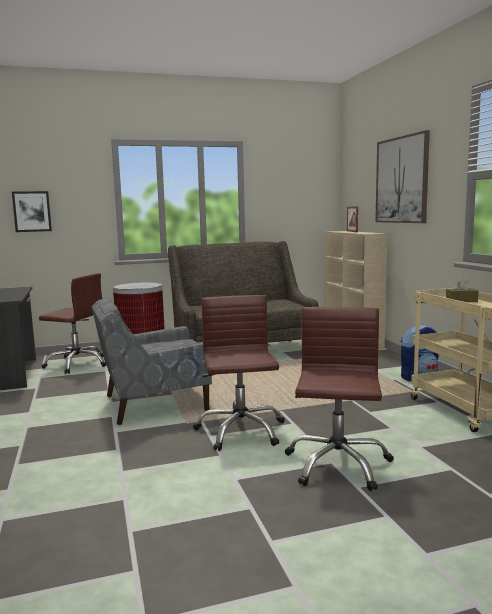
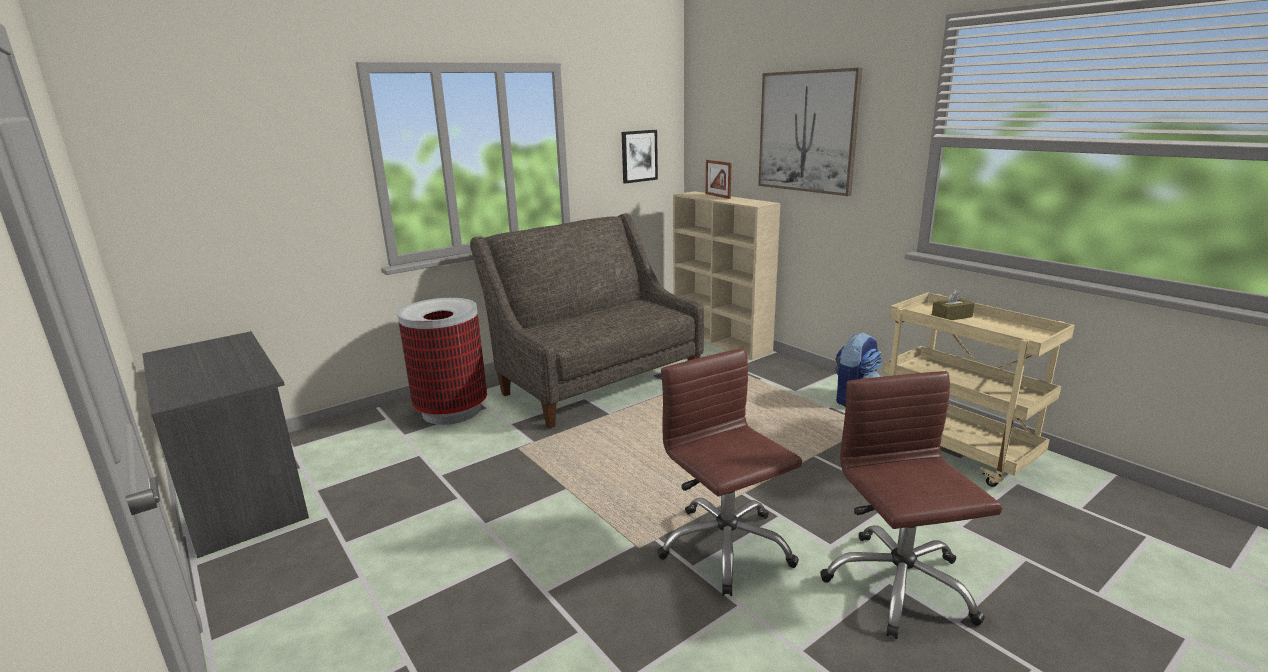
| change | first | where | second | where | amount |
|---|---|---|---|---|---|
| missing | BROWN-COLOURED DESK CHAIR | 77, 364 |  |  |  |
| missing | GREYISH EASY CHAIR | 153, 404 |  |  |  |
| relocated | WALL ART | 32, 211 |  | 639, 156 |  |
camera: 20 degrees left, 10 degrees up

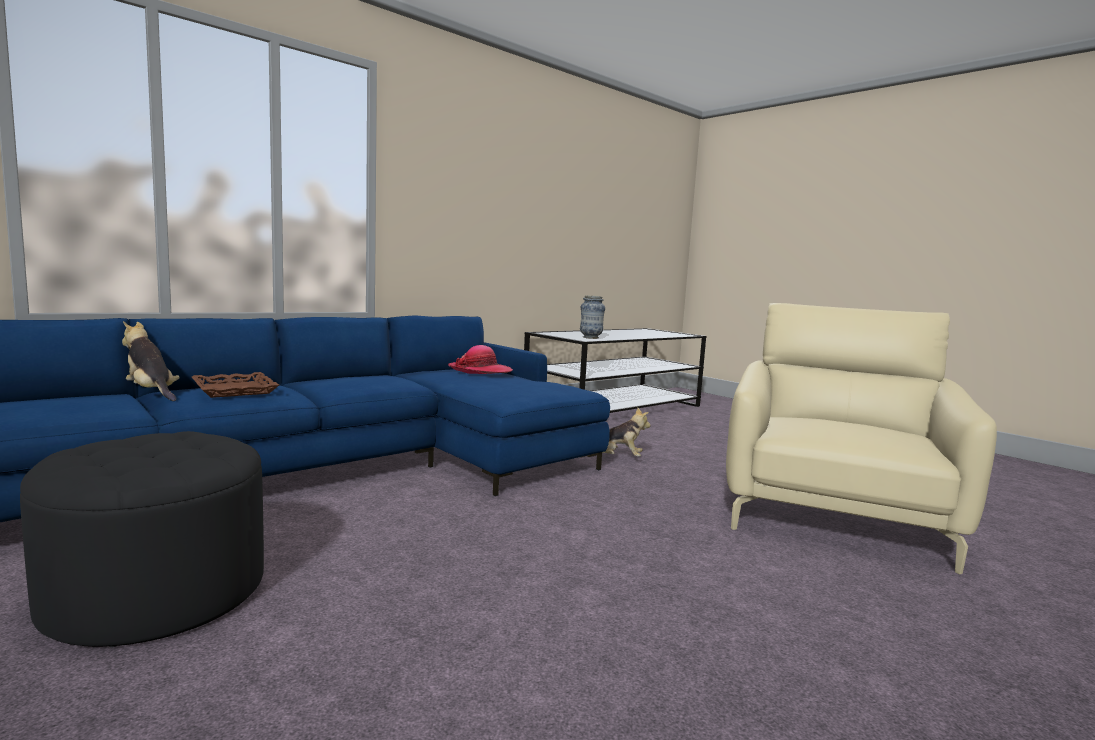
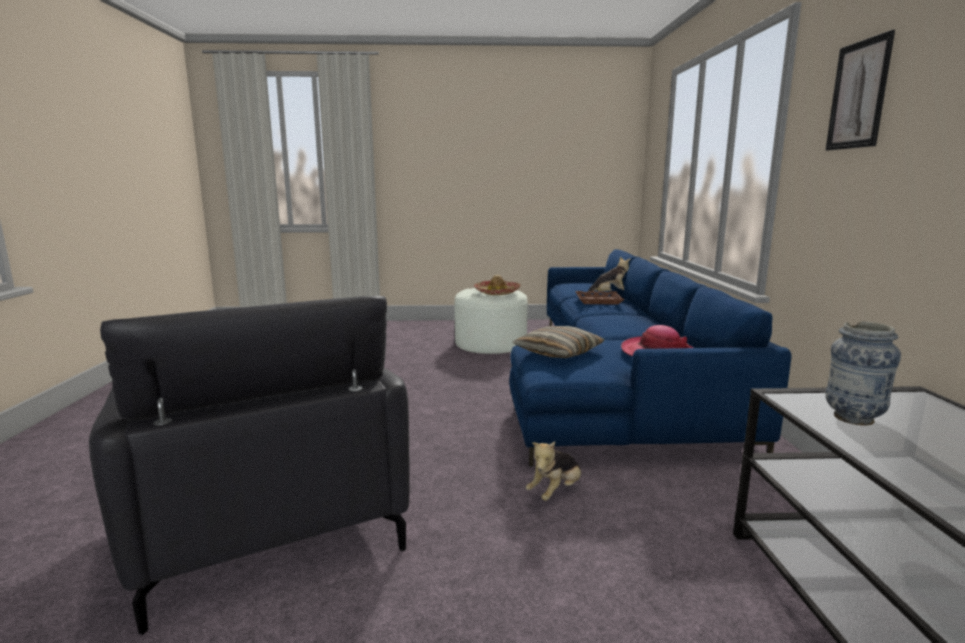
| change | first | where | second | where | amount |
|---|---|---|---|---|---|
| appeared |  |  | HAT | 497, 292 |  |
| appeared |  |  | THROW PILLOW | 558, 352 |  |
| appeared |  |  | WALL ART | 858, 95 |  |
| colour | BLACKISH POUFFE | 157, 593 | WHITE-COLOURED POUFFE | 490, 344 |  |
| colour | SAND-COLOURED EASY CHAIR | 835, 517 | BLACKISH EASY CHAIR | 270, 525 |  |
camera: 130 degrees right, 5 degrees up

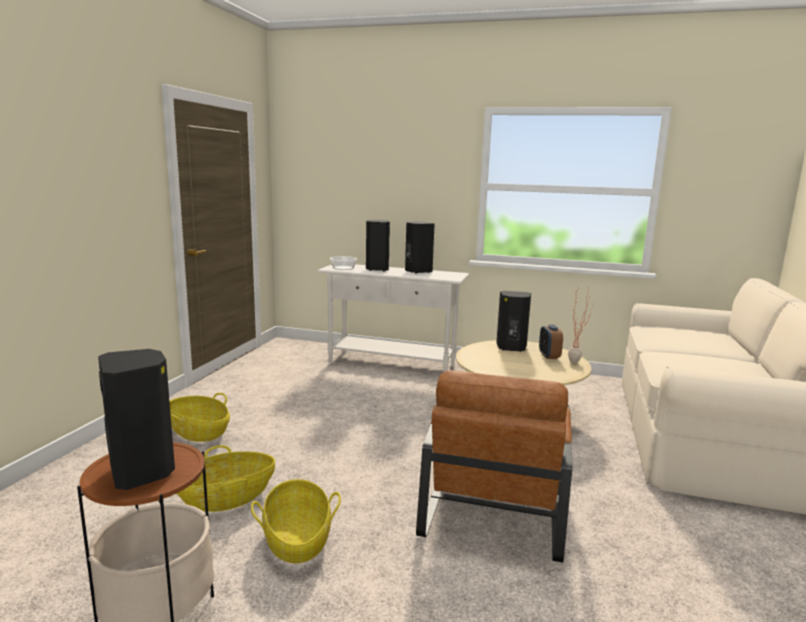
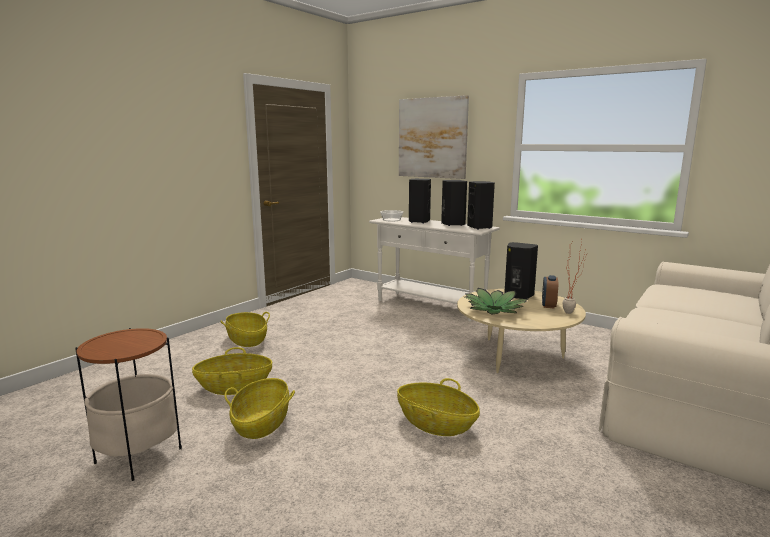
| change | first | where | second | where | amount |
|---|---|---|---|---|---|
| appeared |  |  | WALL ART | 432, 138 |  |
| appeared |  |  | POTTED PLANT | 494, 309 |  |
| relocated | BLACKISH LOUDSPEAKER | 143, 472 |  | 480, 227 |  |
| exchanged | BROWN-COLOURED EASY CHAIR | 494, 503 | HOUSEHOLD BASKET | 436, 424 |  |
camera: 20 degrees right, 0 degrees up

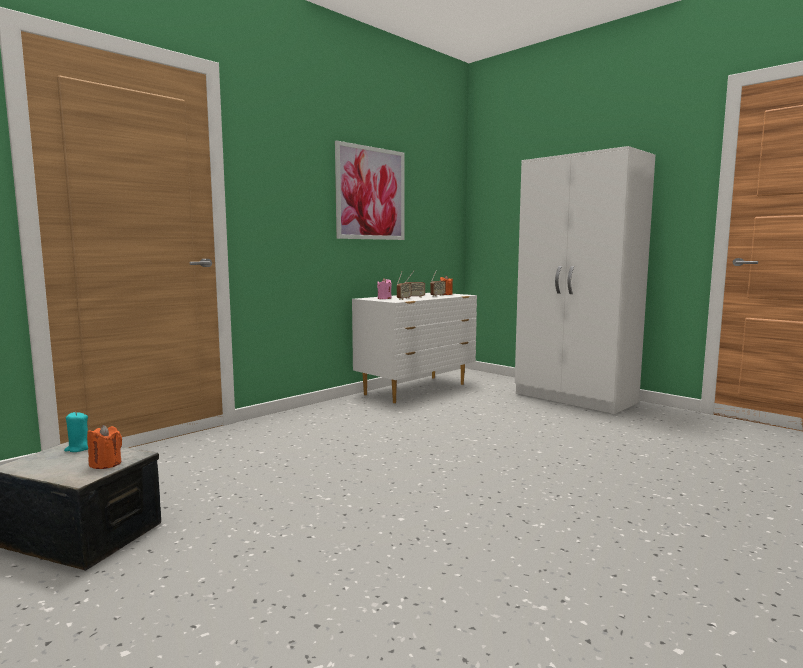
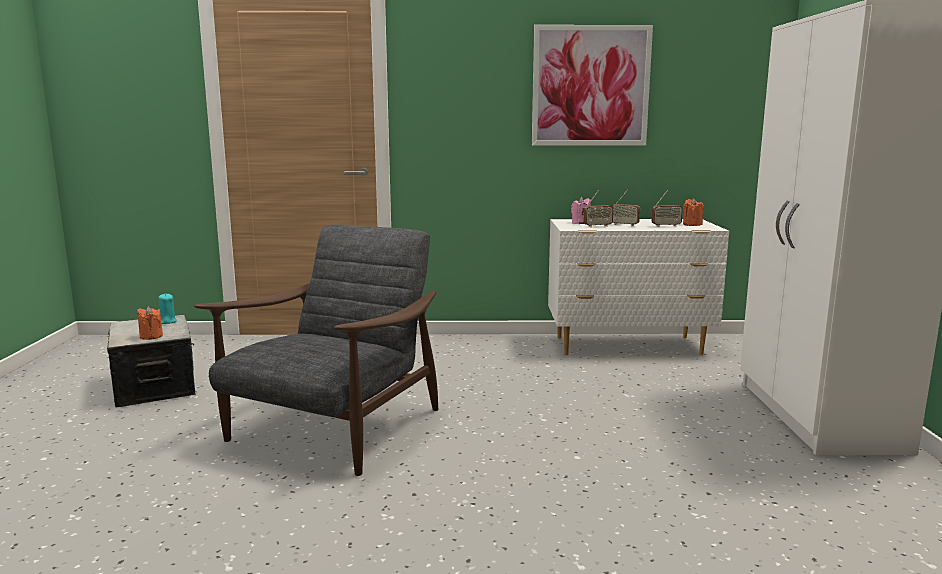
| change | first | where | second | where | amount |
|---|---|---|---|---|---|
| appeared |  |  | GREYISH EASY CHAIR | 334, 428 |  |
camera: 45 degrees right, 5 degrees up

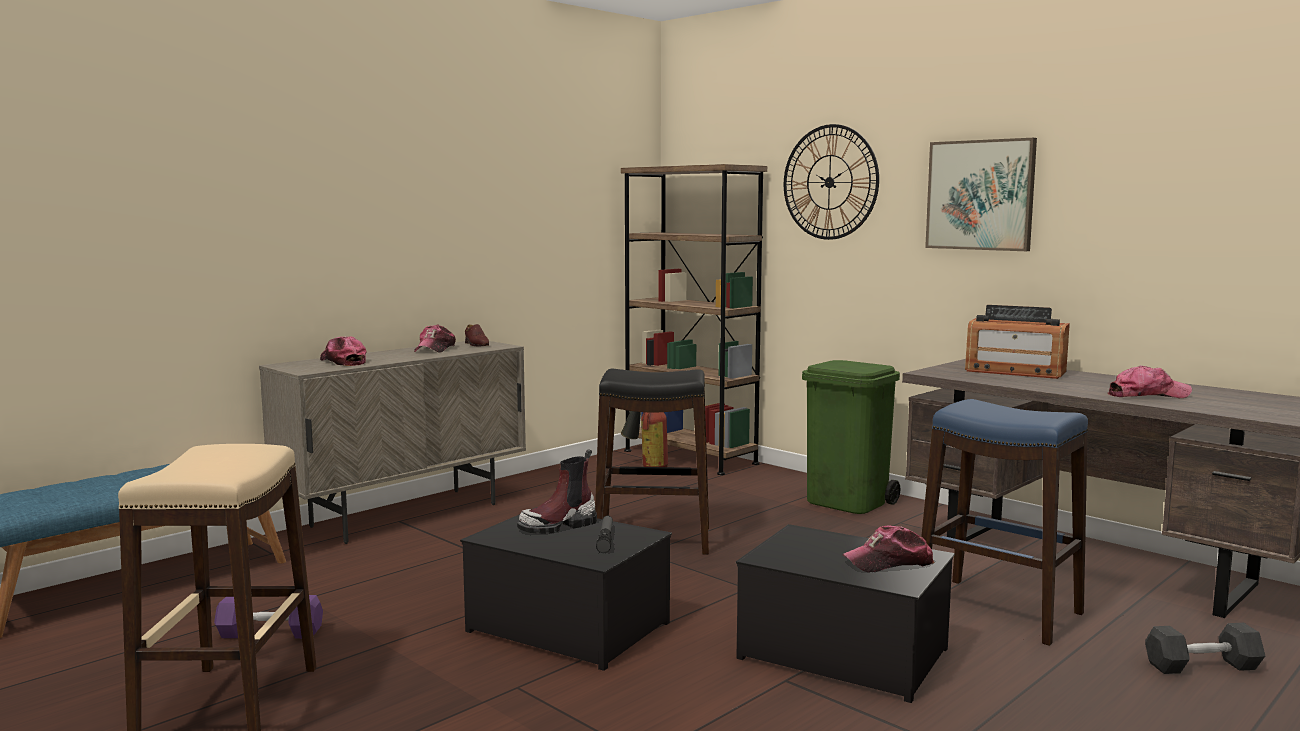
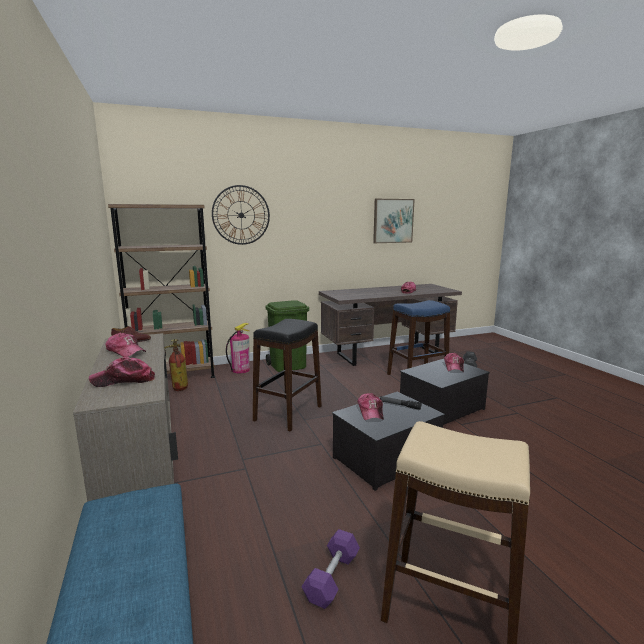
| change | first | where | second | where | amount |
|---|---|---|---|---|---|
| missing | RADIO SET | 1015, 371 |  |  |  |
| appeared |  |  | EXTINGUISHER | 241, 370 |  |
| relocated | WALL ART | 980, 195 |  | 393, 221 |  |
| exchanged | BOOT | 558, 525 | CAP | 371, 412 |  |
camera: 65 degrees left, 5 degrees up

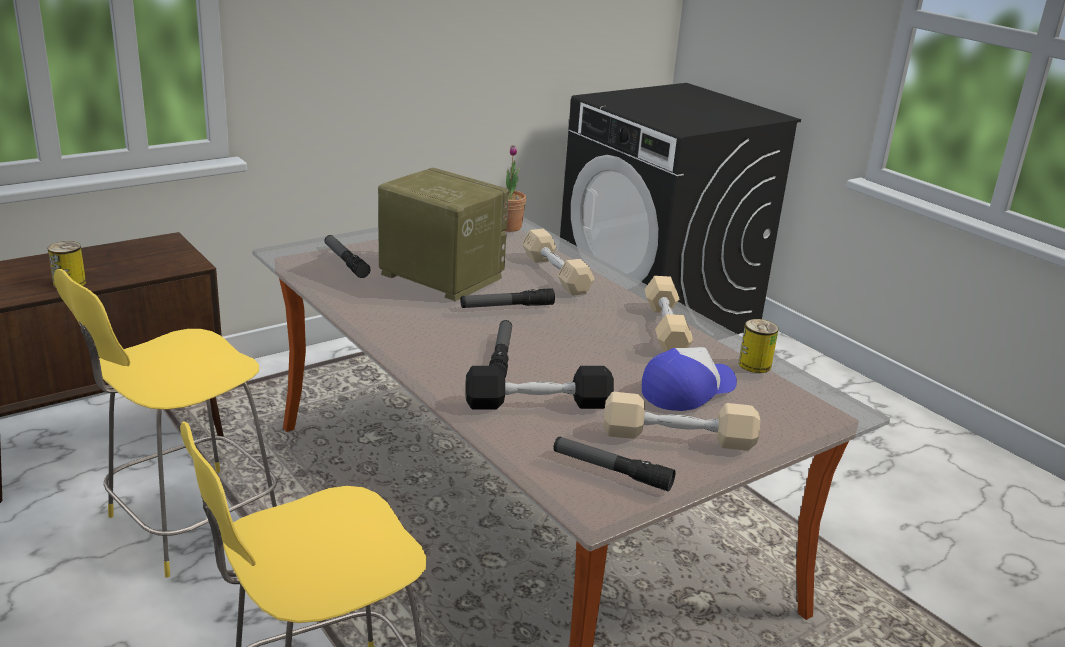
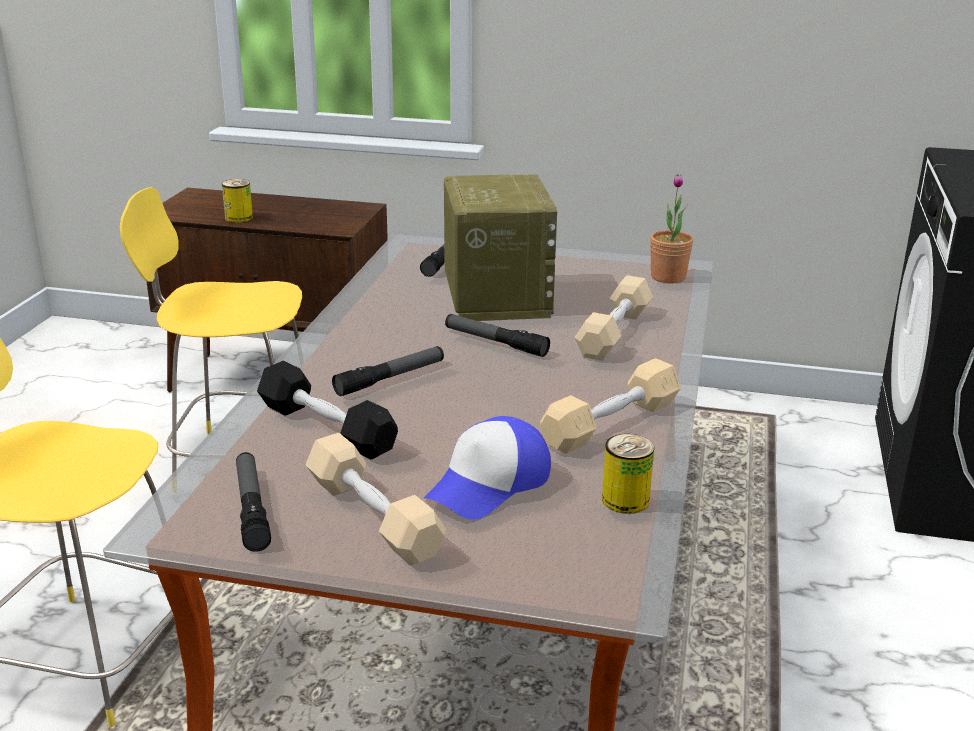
| change | first | where | second | where | amount |
|---|---|---|---|---|---|
| spun | CAP | 687, 390 |  | 489, 485 | 120 degrees clockwise |
camera: 50 degrees right, 0 degrees up

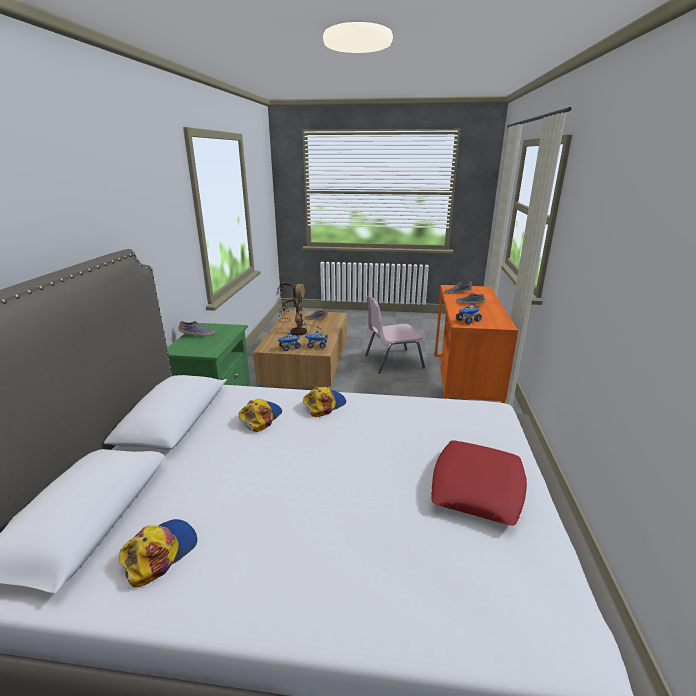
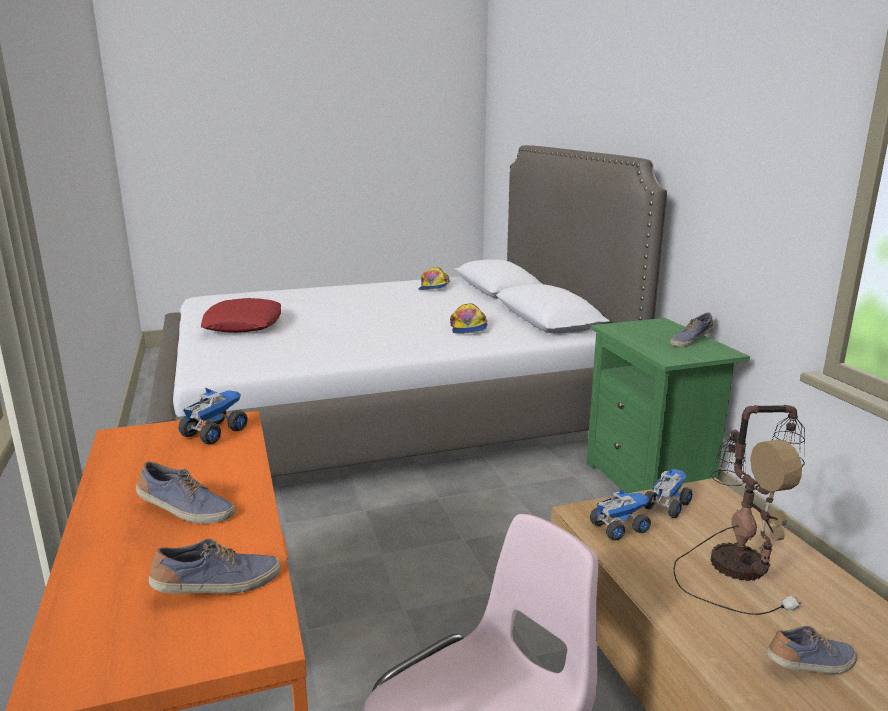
| change | first | where | second | where | amount |
|---|---|---|---|---|---|
| missing | CAP | 324, 404 |  |  |  |
camera: 155 degrees right, 5 degrees down

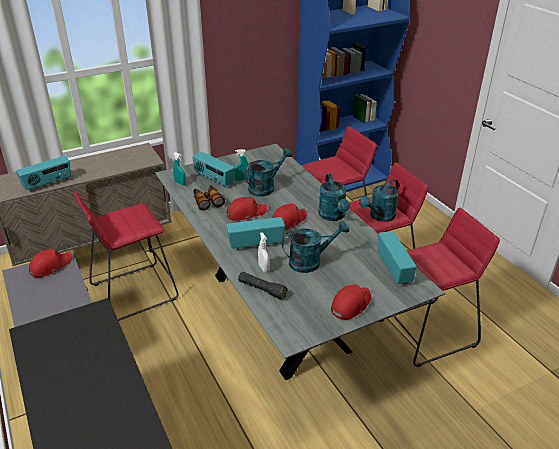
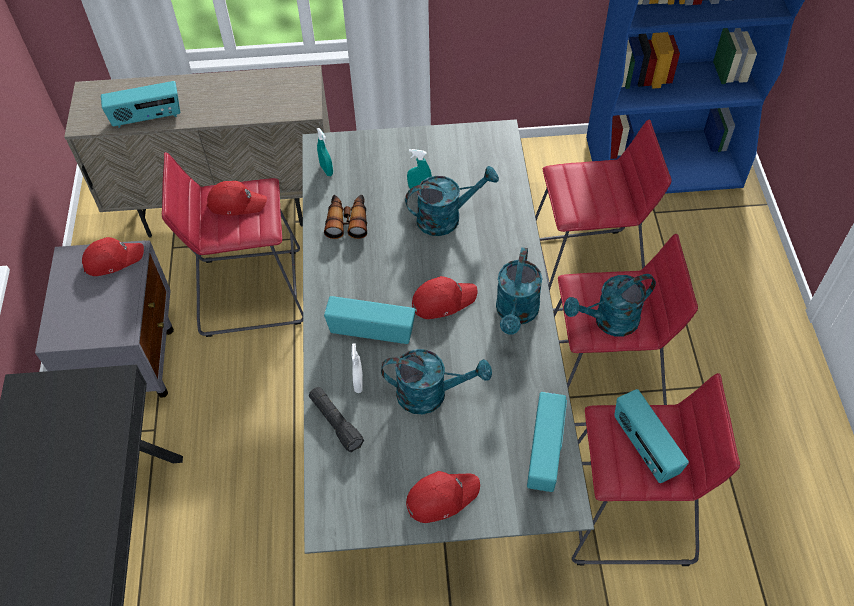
| change | first | where | second | where | amount |
|---|---|---|---|---|---|
| relocated | RADIO SET | 214, 179 |  | 644, 447 |  |
| relocated | REDDISH CAP | 245, 213 |  | 236, 203 |  |
camera: 25 degrees right, 20 degrees up

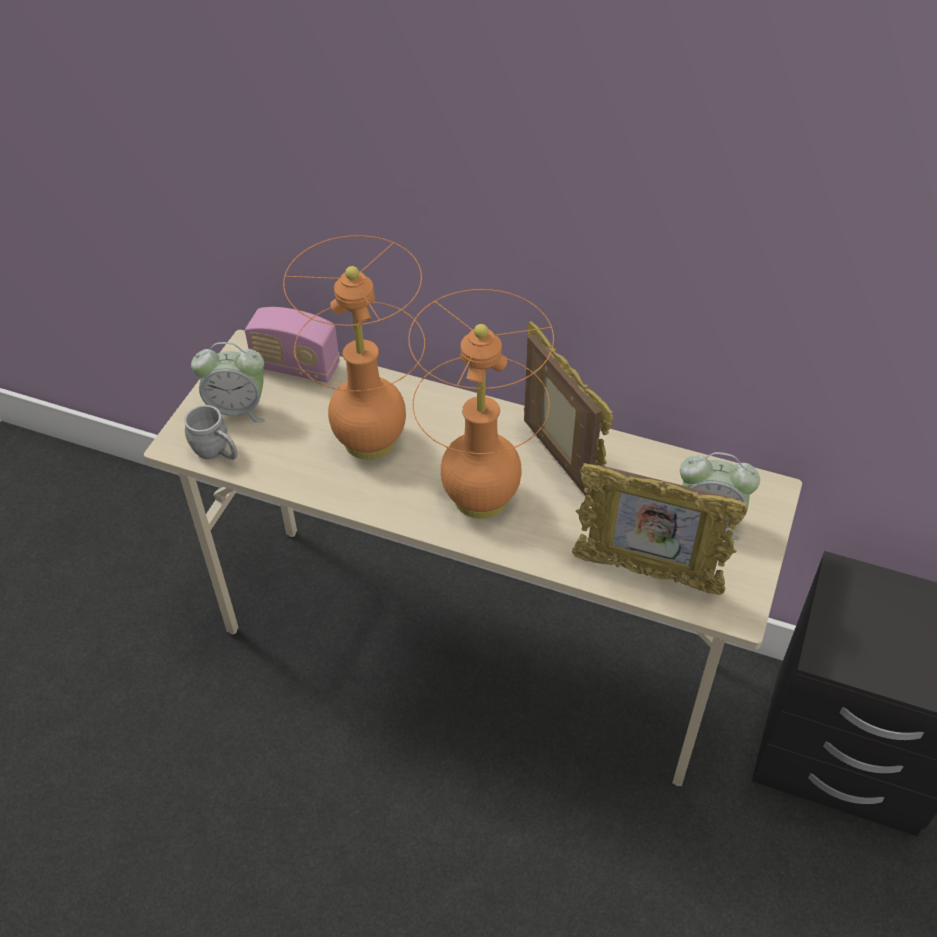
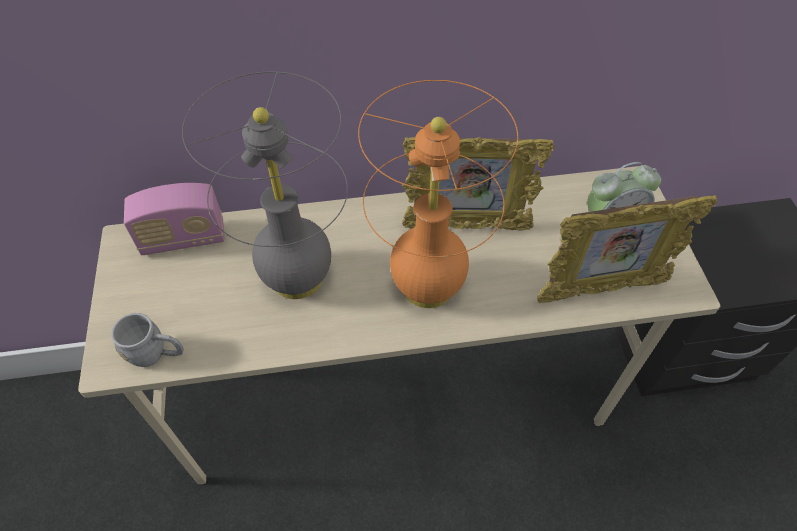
| change | first | where | second | where | amount |
|---|---|---|---|---|---|
| missing | ALARM CLOCK | 237, 409 |  |  |  |
| colour | ORANGEY TABLETOP LAMP | 369, 440 | GREYISH TABLETOP LAMP | 296, 278 |  |
| spun | PICTURE FRAME | 558, 461 |  | 466, 227 | 150 degrees clockwise |
camera: 30 degrees left, 5 degrees up

